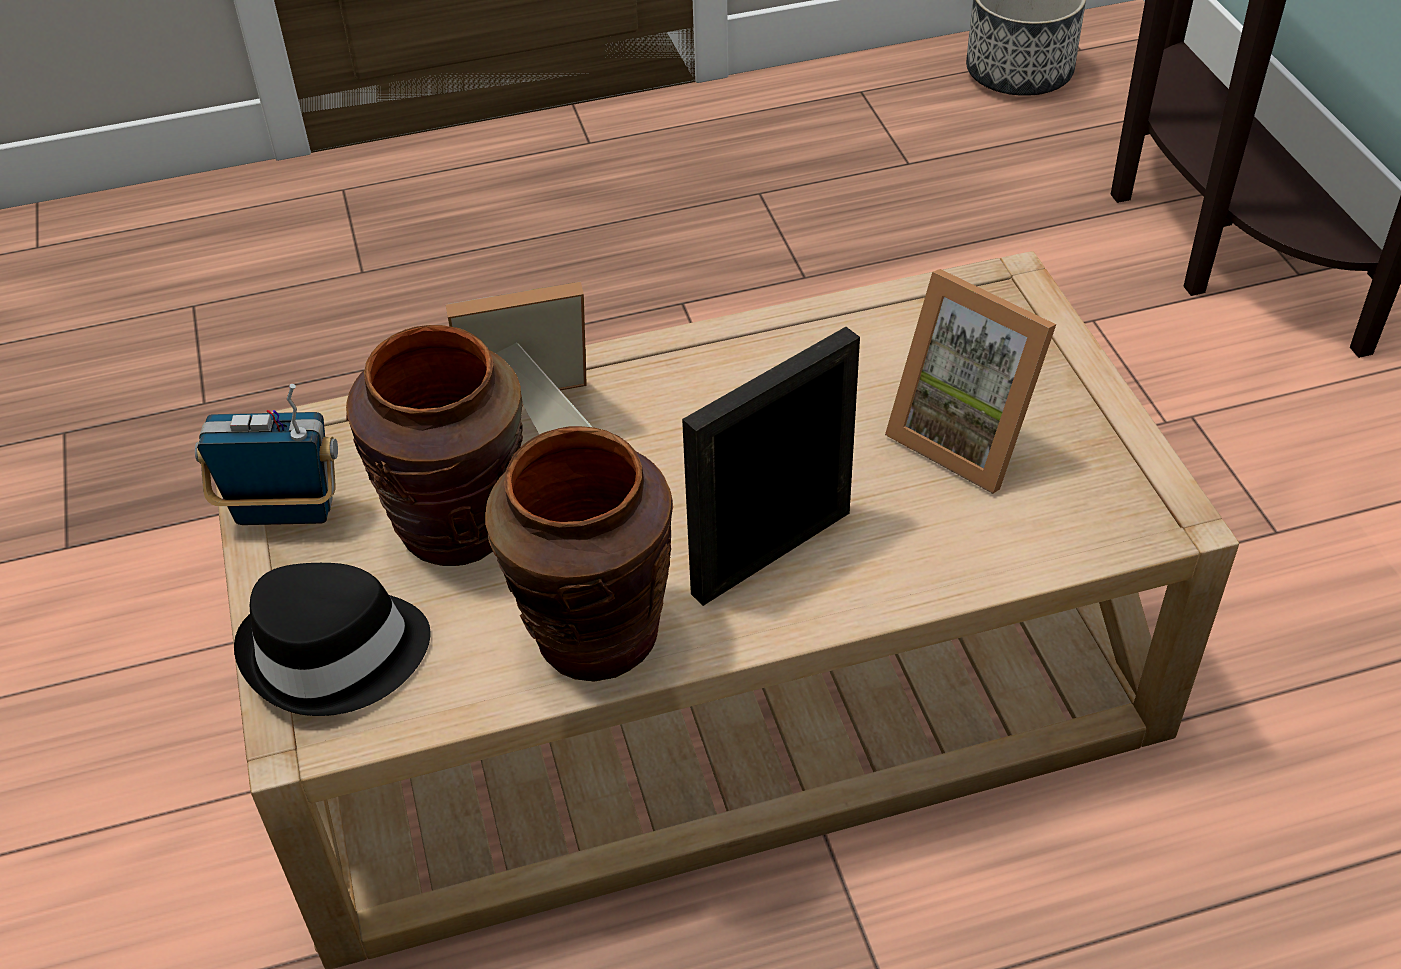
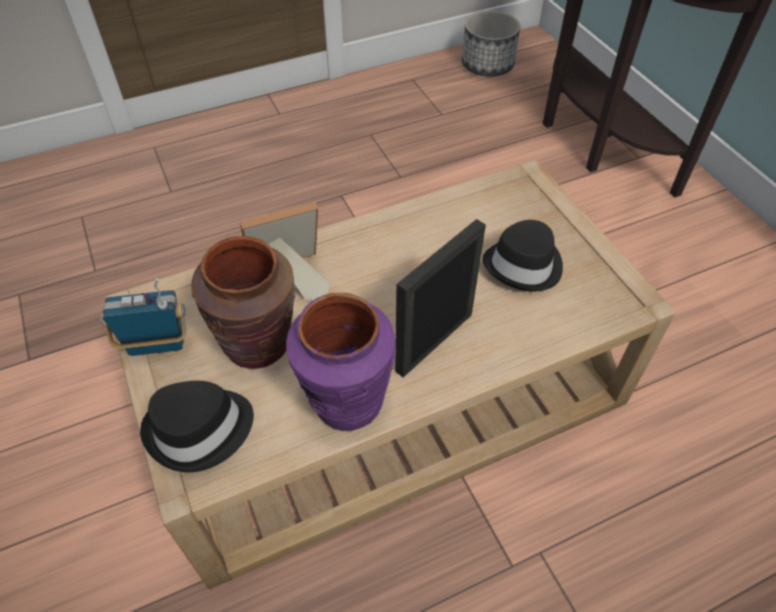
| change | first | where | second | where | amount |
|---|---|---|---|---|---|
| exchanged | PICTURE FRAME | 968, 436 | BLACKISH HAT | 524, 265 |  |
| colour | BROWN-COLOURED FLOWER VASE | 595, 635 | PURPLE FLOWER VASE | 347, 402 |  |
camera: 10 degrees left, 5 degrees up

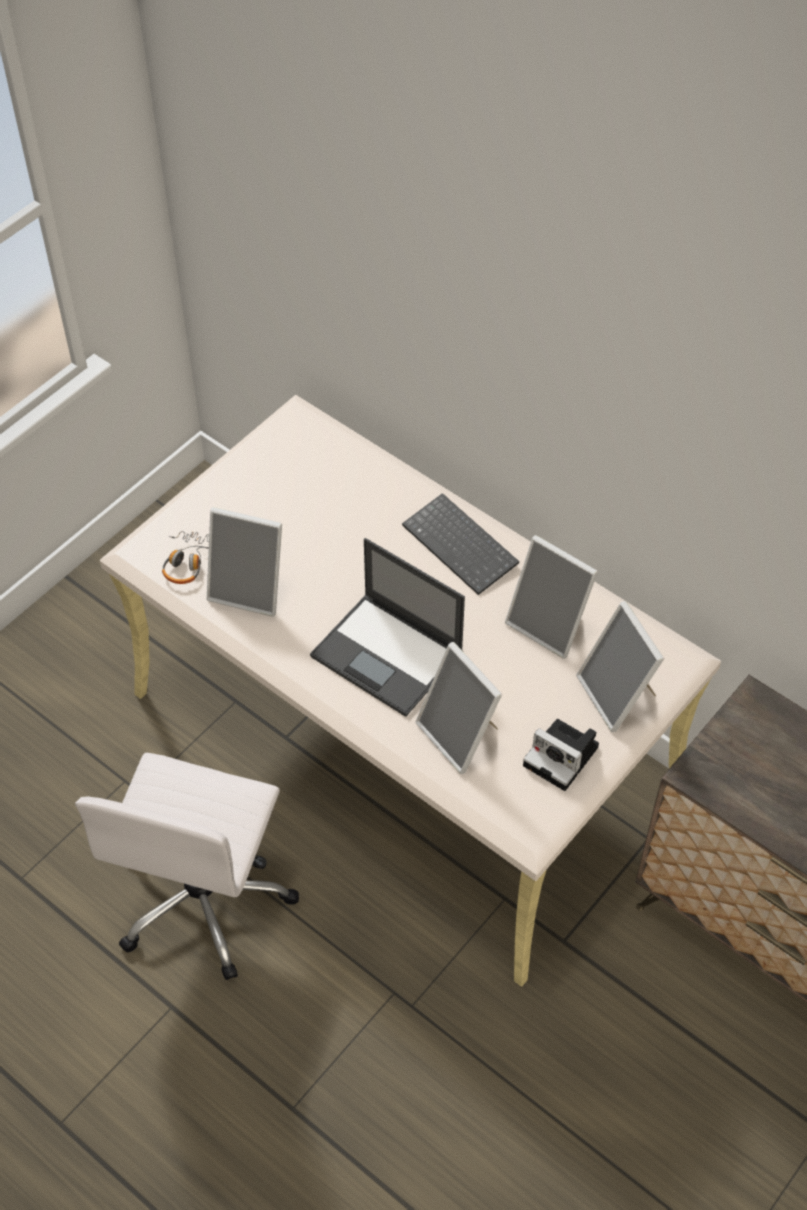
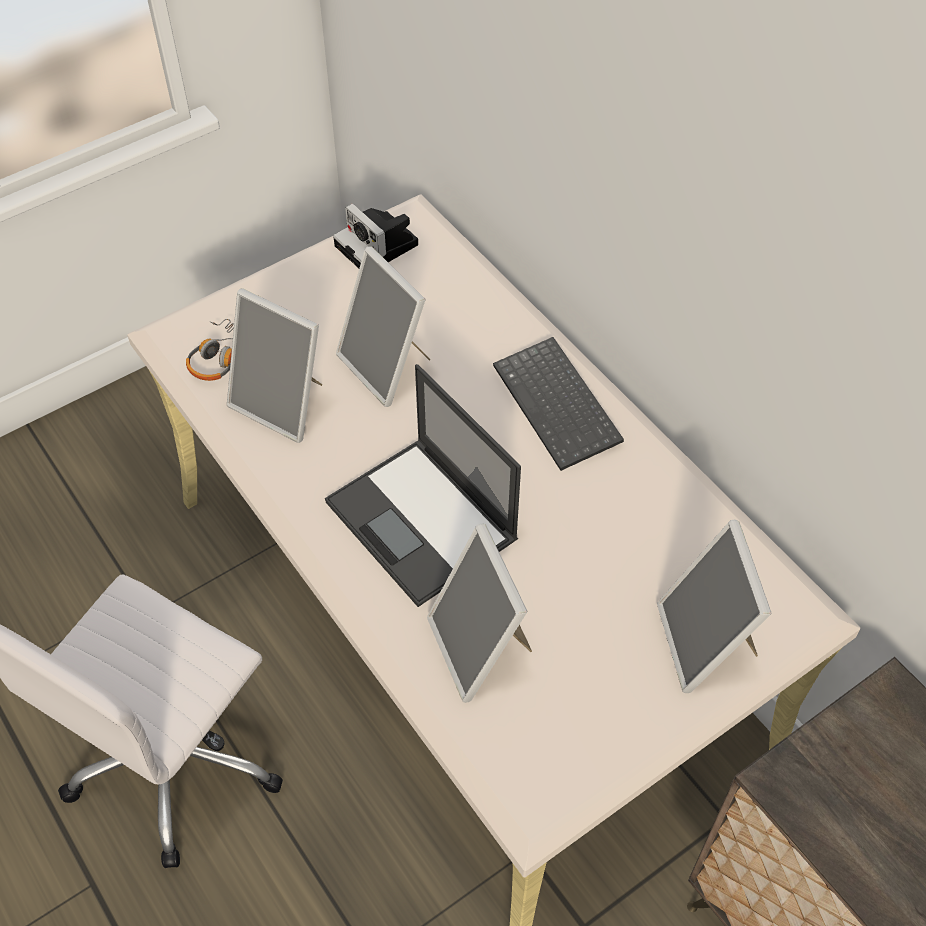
| change | first | where | second | where | amount |
|---|---|---|---|---|---|
| relocated | PICTURE FRAME | 550, 624 |  | 387, 367 |  |
| relocated | STILL CAMERA | 563, 757 |  | 379, 246 |  |
camera: 15 degrees right, 0 degrees up

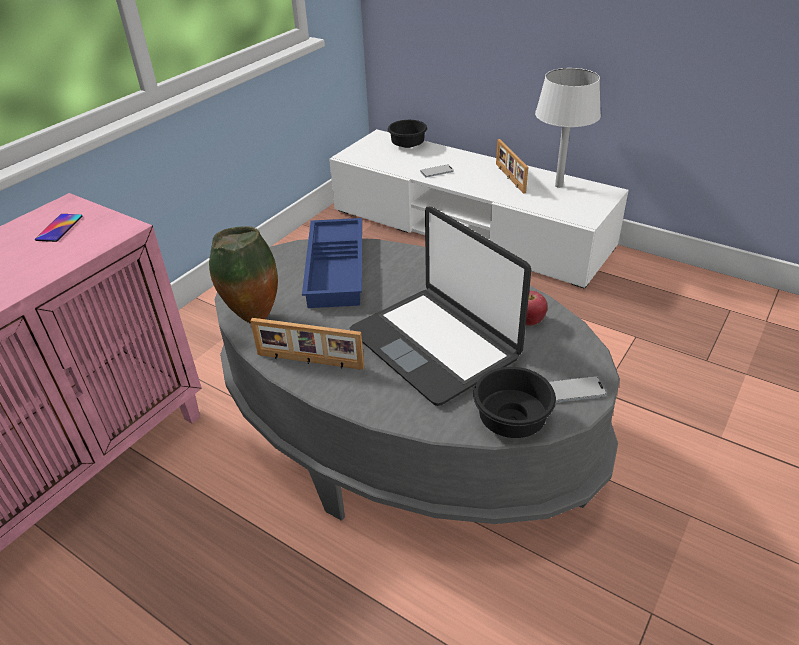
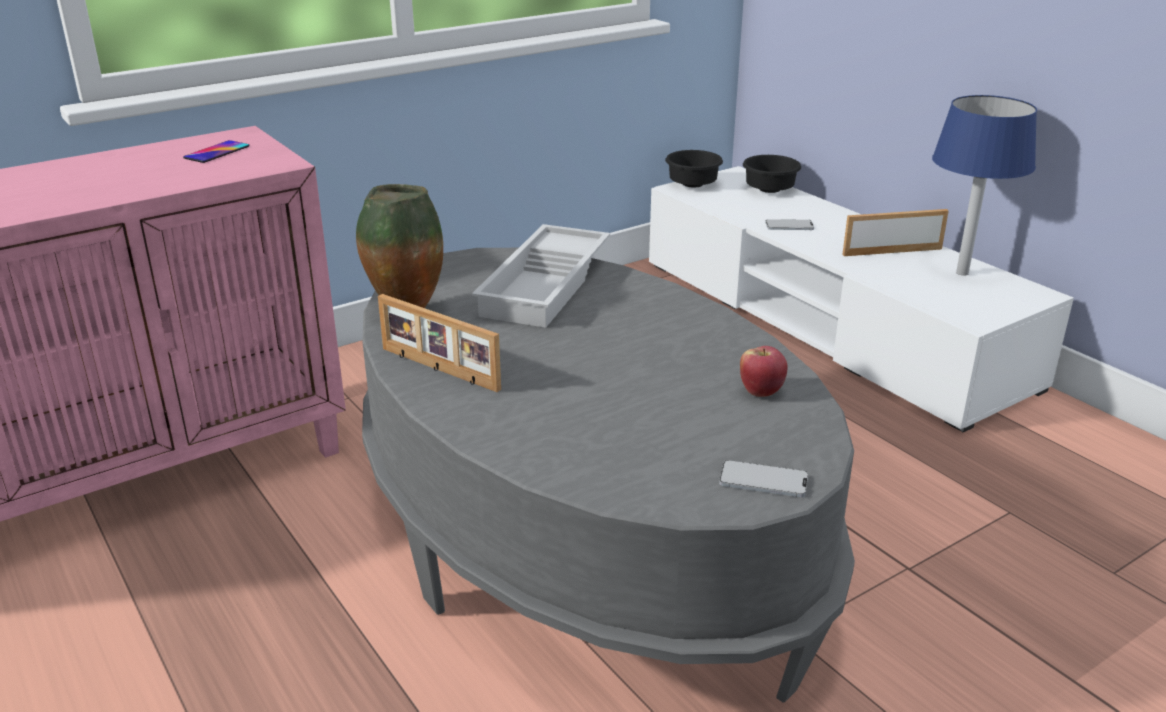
| change | first | where | second | where | amount |
|---|---|---|---|---|---|
| missing | PORTABLE COMPUTER | 435, 344 |  |  |  |
| relocated | BLACKISH DEEP DISH | 514, 422 |  | 693, 185 |  |
| colour | BLUISH SERVING TRAY | 338, 269 | WHITE-COLOURED SERVING TRAY | 547, 285 |  |
| colour | WHITE-COLOURED TABLETOP LAMP | 558, 185 | BLUISH TABLETOP LAMP | 961, 273 |  |
| spun | PICTURE FRAME | 509, 178 |  | 891, 251 | 75 degrees clockwise |
camera: 20 degrees right, 10 degrees down

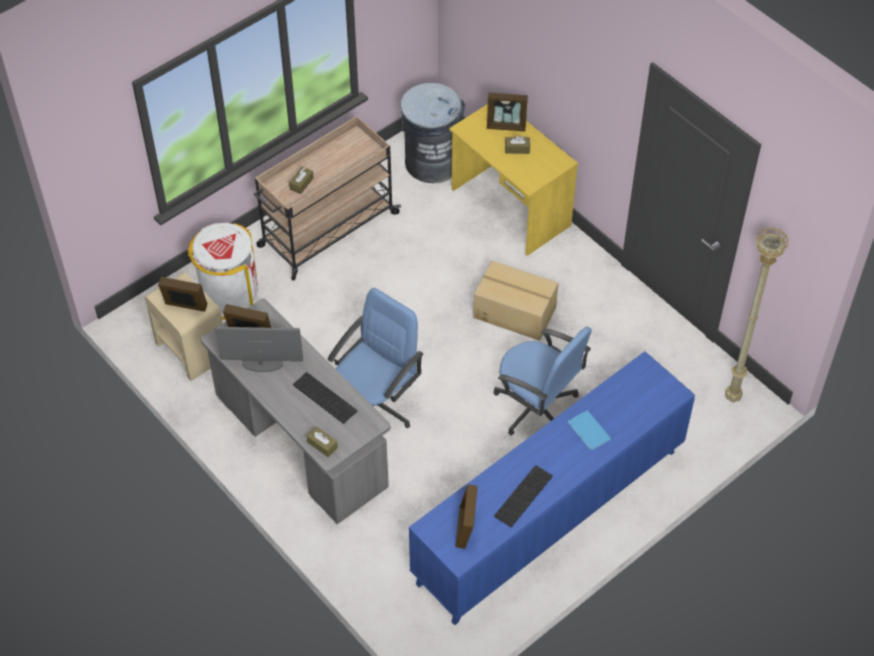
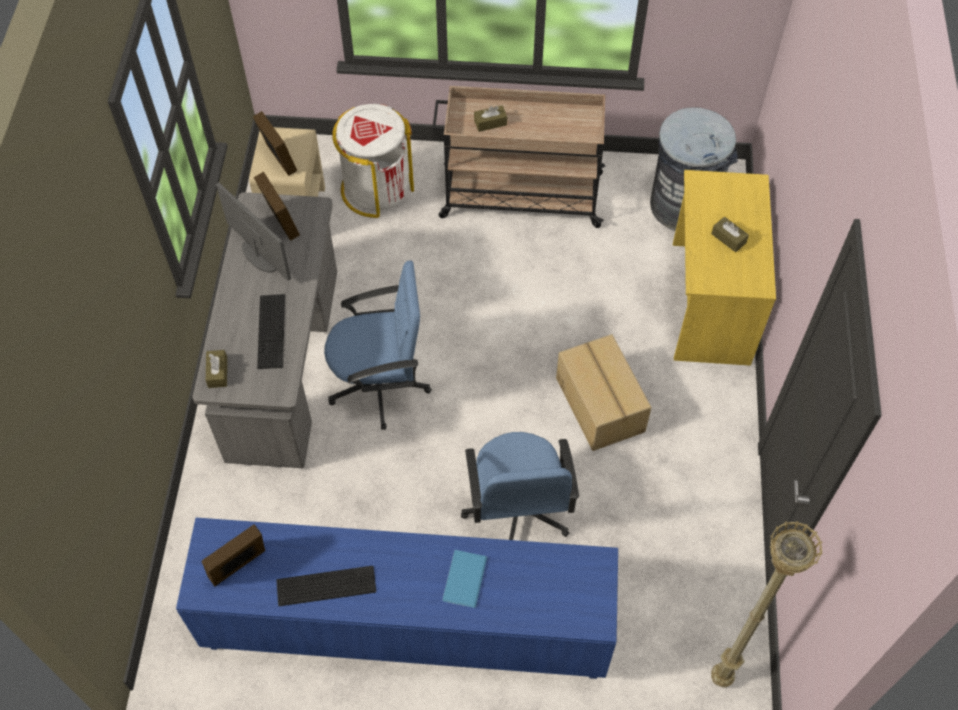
| change | first | where | second | where | amount |
|---|---|---|---|---|---|
| missing | PICTURE FRAME | 506, 126 |  |  |  |
camera: 45 degrees right, 5 degrees up

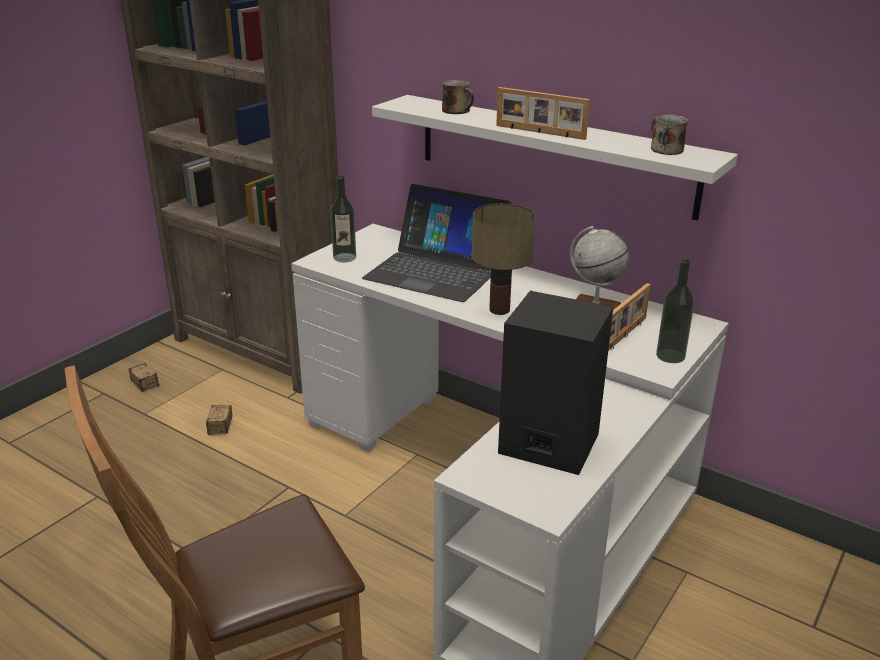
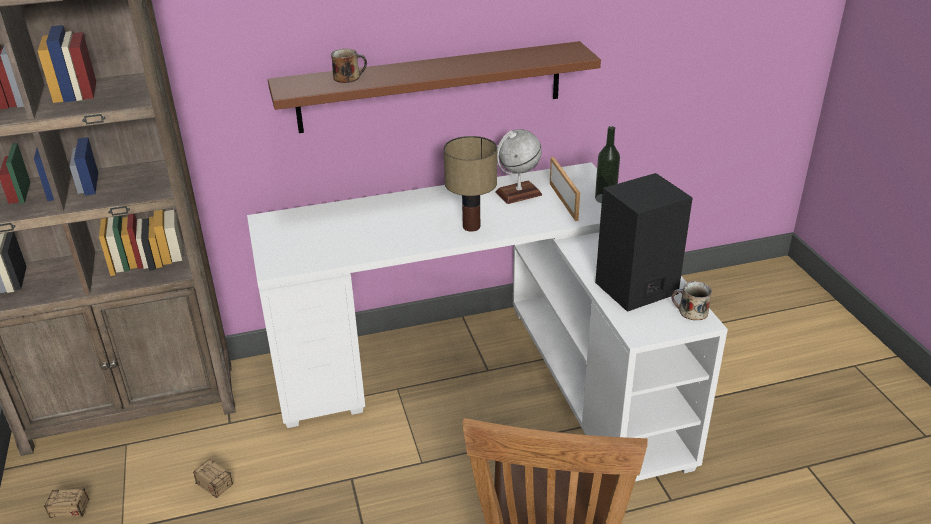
| change | first | where | second | where | amount |
|---|---|---|---|---|---|
| missing | BOTTLE | 344, 257 |  |  |  |
| missing | PORTABLE COMPUTER | 436, 270 |  |  |  |
| missing | PICTURE FRAME | 539, 132 |  |  |  |
| relocated | MUG | 665, 149 |  | 691, 311 |  |
| colour | WHITE-COLOURED WALL SHELF | 552, 154 | BROWN-COLOURED WALL SHELF | 431, 87 |  |
camera: 50 degrees left, 5 degrees up

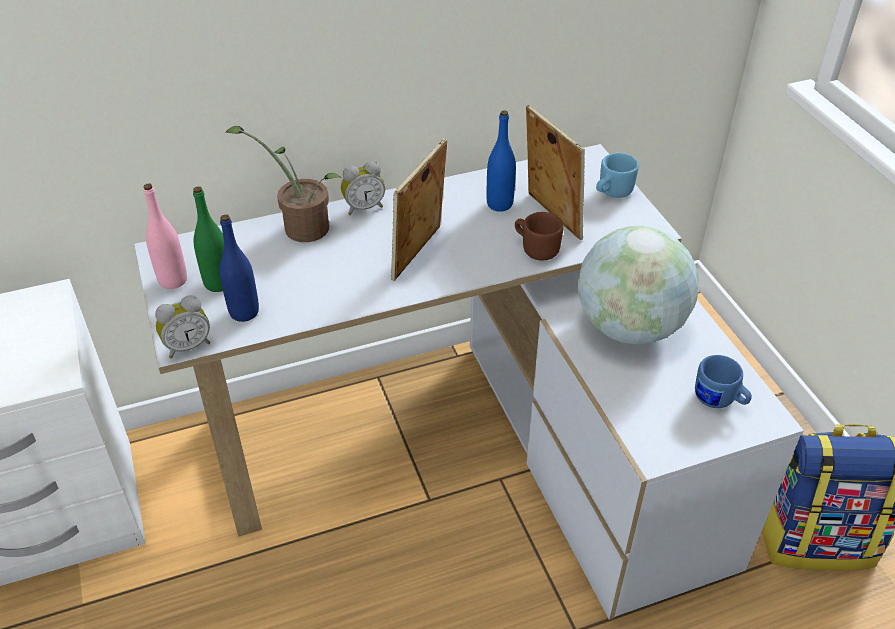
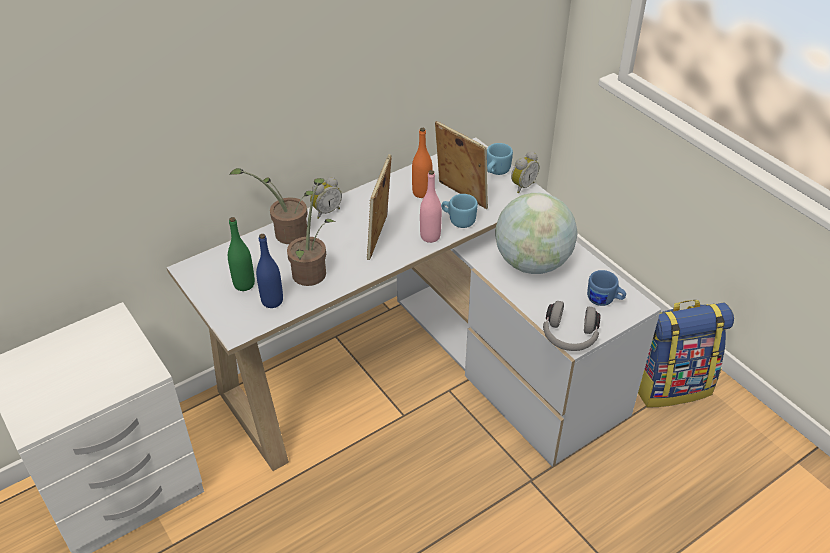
| change | first | where | second | where | amount |
|---|---|---|---|---|---|
| appeared |  |  | POTTED PLANT | 312, 270 |  |
| appeared |  |  | GREYISH PAIR OF HEADPHONES | 569, 337 |  |
| relocated | PINKISH BOTTLE | 173, 280 |  | 430, 236 |  |
| relocated | ALARM CLOCK | 187, 346 |  | 522, 186 |  |
| colour | BLUISH BOTTLE | 499, 204 | ORANGEY BOTTLE | 422, 193 |  |
| colour | BROWN-COLOURED MUG | 536, 249 | BLUISH MUG | 458, 220 |  |
camera: 15 degrees left, 0 degrees up

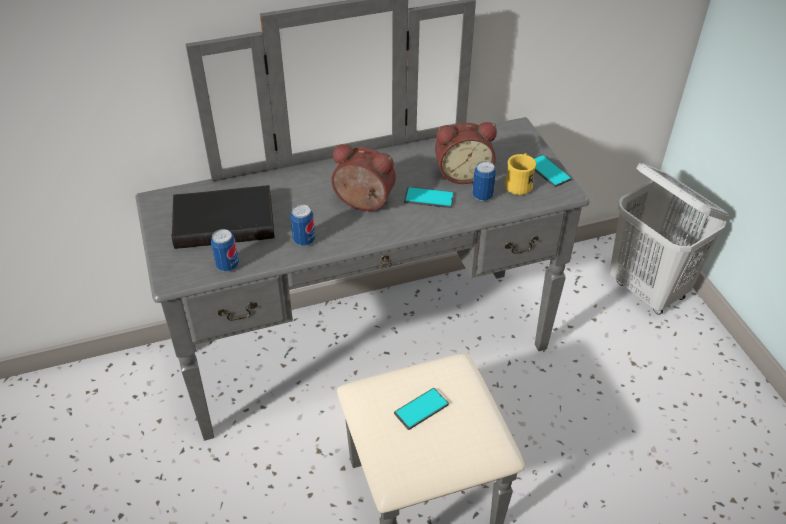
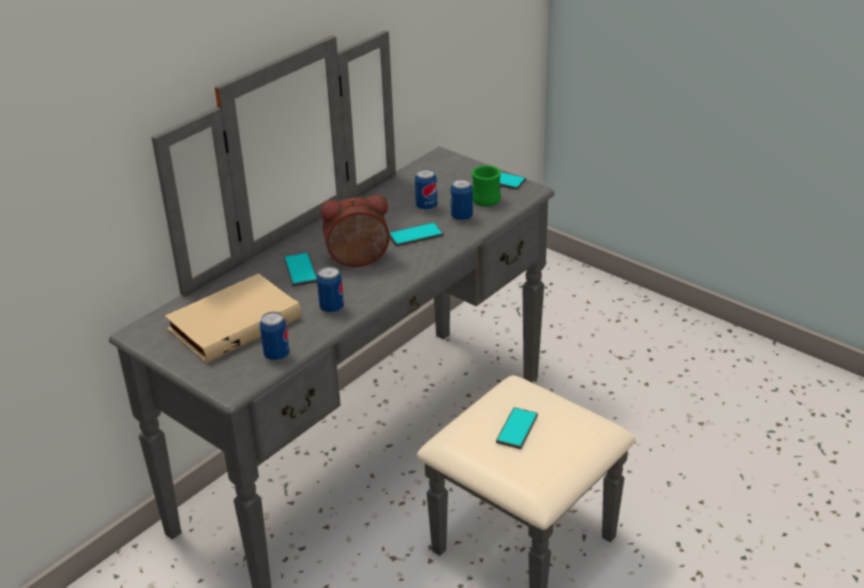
| change | first | where | second | where | amount |
|---|---|---|---|---|---|
| missing | WHITE-COLOURED HAMPER | 648, 290 |  |  |  |
| appeared |  |  | HANDSET | 301, 270 |  |
| exchanged | ALARM CLOCK | 462, 173 | METAL CAN | 426, 207 |  |
| colour | BLACKISH BOUND BOOK | 225, 220 | SAND-COLOURED BOUND BOOK | 233, 322 |  |
| colour | YELLOW-COLOURED MUG | 519, 184 | GREEN MUG | 484, 197 |  |
camera: 30 degrees left, 10 degrees down

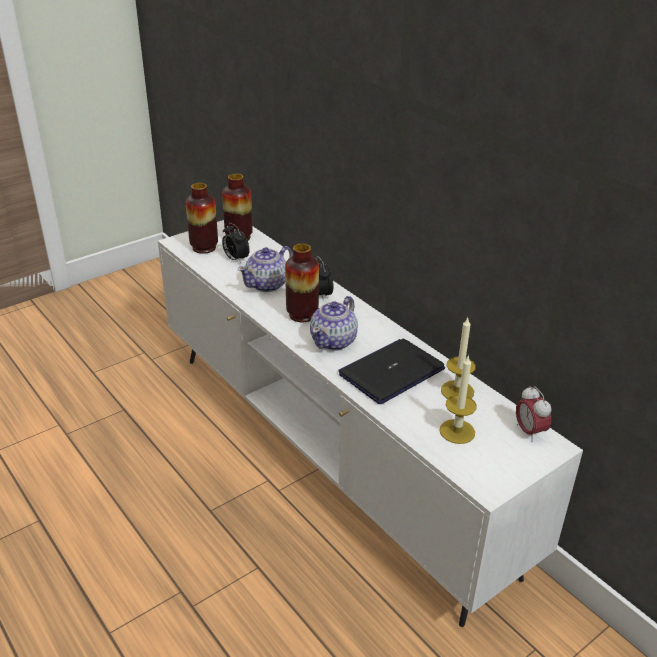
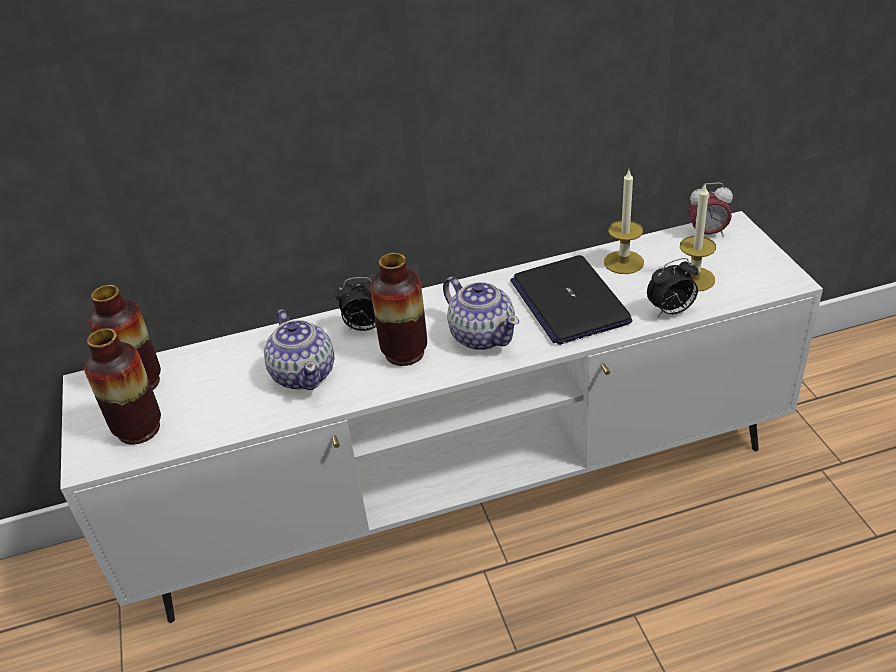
| change | first | where | second | where | amount |
|---|---|---|---|---|---|
| relocated | ALARM CLOCK | 235, 259 |  | 671, 311 |  |
camera: 65 degrees left, 5 degrees up

